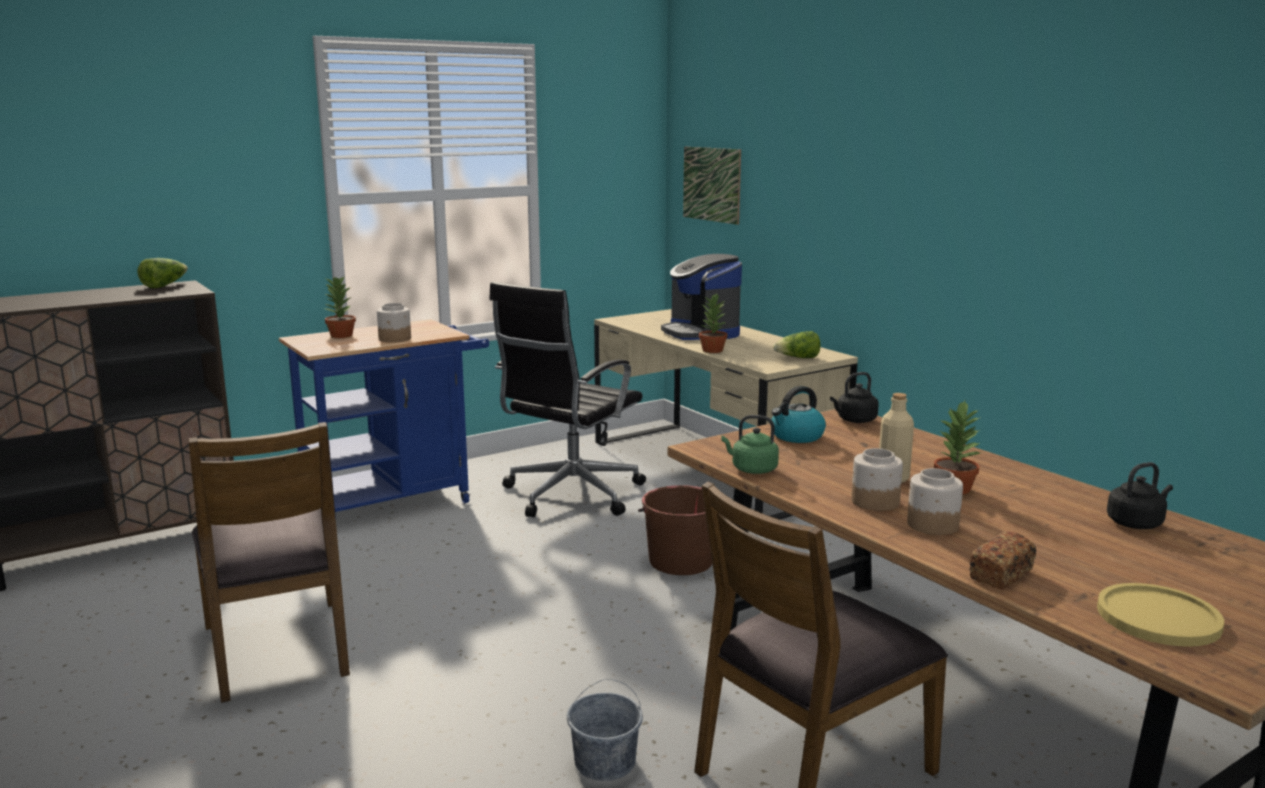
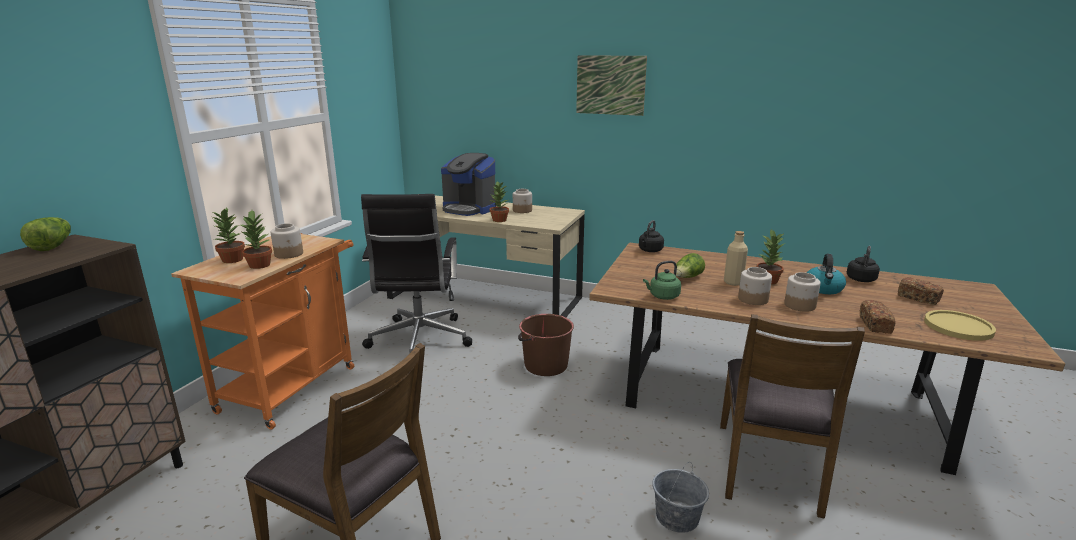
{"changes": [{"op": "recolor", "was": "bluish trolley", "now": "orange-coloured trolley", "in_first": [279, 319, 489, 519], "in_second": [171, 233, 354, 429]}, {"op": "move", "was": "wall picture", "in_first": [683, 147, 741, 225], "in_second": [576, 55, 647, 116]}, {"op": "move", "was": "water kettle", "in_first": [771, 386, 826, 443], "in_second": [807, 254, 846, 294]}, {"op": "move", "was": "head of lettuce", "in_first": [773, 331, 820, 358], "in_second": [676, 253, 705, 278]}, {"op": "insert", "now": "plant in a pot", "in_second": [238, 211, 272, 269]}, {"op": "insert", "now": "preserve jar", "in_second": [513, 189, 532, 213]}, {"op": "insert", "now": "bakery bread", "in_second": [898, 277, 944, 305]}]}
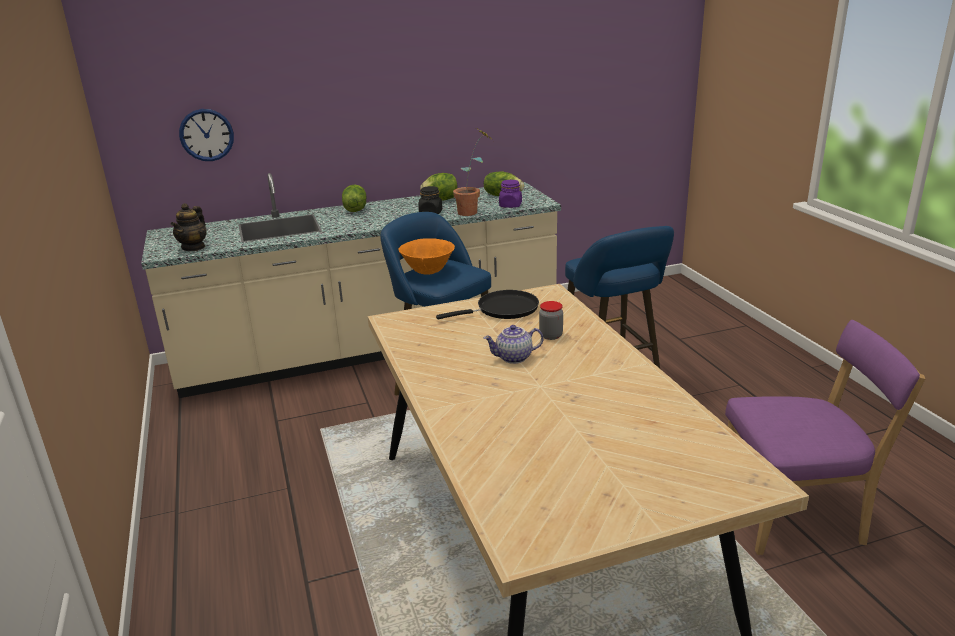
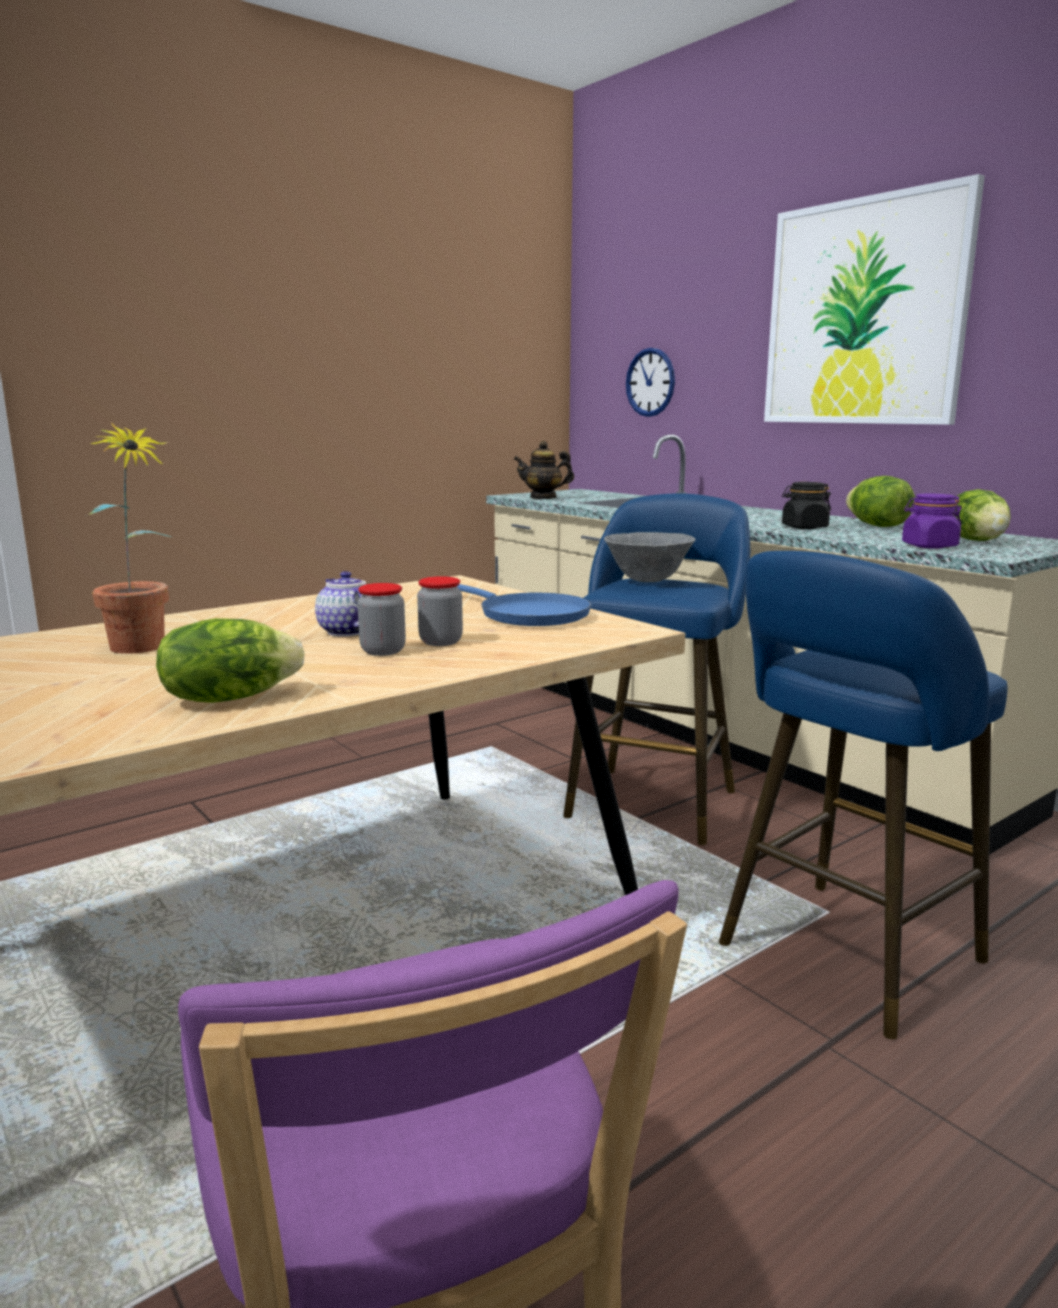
{"changes": [{"op": "move", "was": "head of lettuce", "in_first": [342, 185, 367, 212], "in_second": [156, 618, 305, 703]}, {"op": "recolor", "was": "orange-coloured serving bowl", "now": "greyish serving bowl", "in_first": [398, 238, 455, 274], "in_second": [604, 532, 696, 582]}, {"op": "recolor", "was": "black-coloured skillet", "now": "bluish skillet", "in_first": [436, 290, 539, 320], "in_second": [457, 584, 591, 626]}, {"op": "move", "was": "plant in a pot", "in_first": [453, 128, 491, 216], "in_second": [88, 423, 172, 654]}, {"op": "insert", "now": "preserve jar", "in_second": [357, 583, 406, 656]}, {"op": "insert", "now": "wall picture", "in_second": [764, 174, 985, 425]}]}
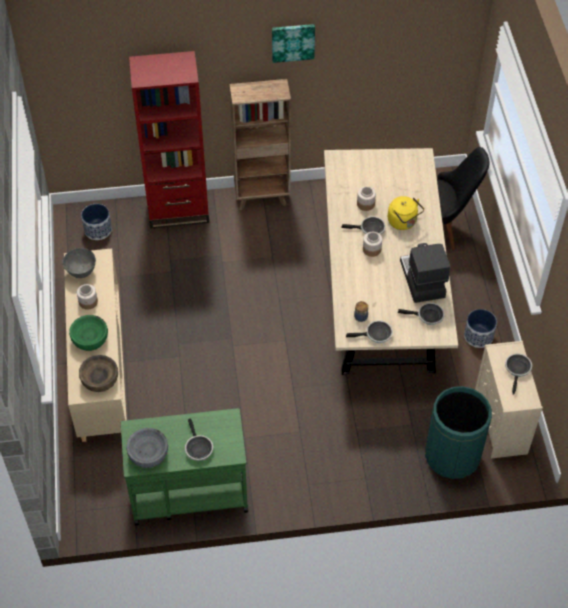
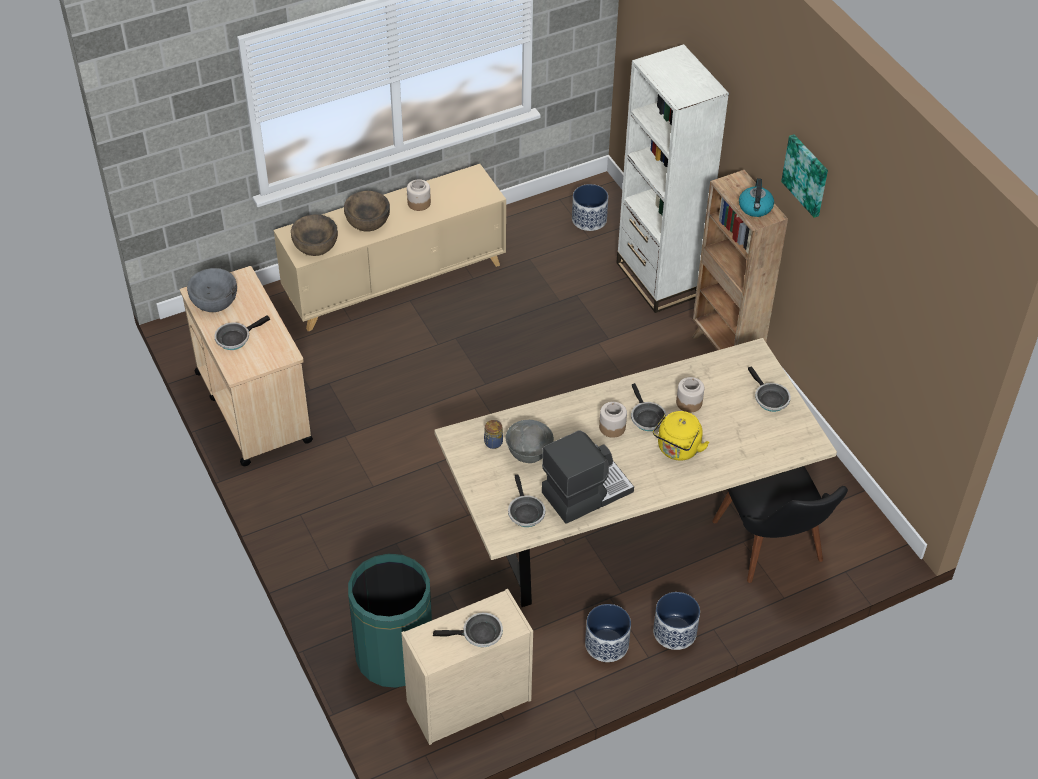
{"changes": [{"op": "move", "was": "greyish serving bowl", "in_first": [62, 248, 96, 278], "in_second": [506, 420, 554, 463]}, {"op": "recolor", "was": "green serving bowl", "now": "brown-coloured serving bowl", "in_first": [69, 315, 108, 351], "in_second": [344, 191, 390, 232]}, {"op": "recolor", "was": "green trolley", "now": "beige trolley", "in_first": [121, 408, 248, 525], "in_second": [180, 266, 313, 466]}, {"op": "recolor", "was": "red-coloured bookcase", "now": "white-coloured bookcase", "in_first": [129, 51, 209, 229], "in_second": [616, 44, 729, 313]}, {"op": "move", "was": "skillet", "in_first": [346, 320, 393, 343], "in_second": [748, 366, 791, 412]}, {"op": "insert", "now": "planter", "in_second": [653, 592, 700, 650]}, {"op": "insert", "now": "water kettle", "in_second": [739, 178, 774, 217]}]}
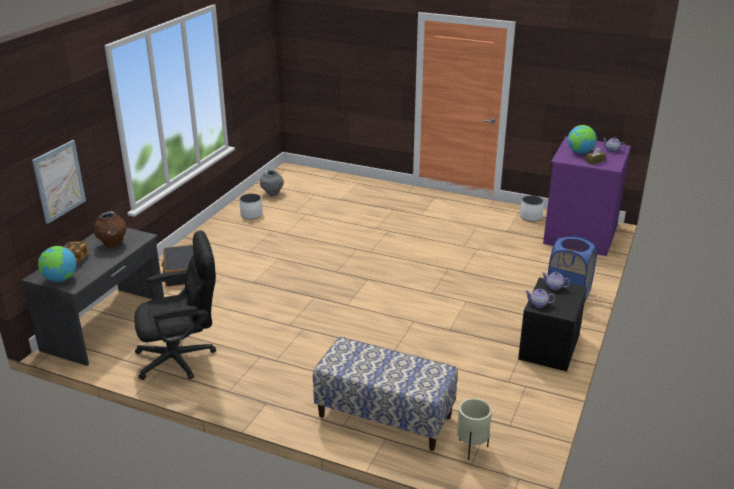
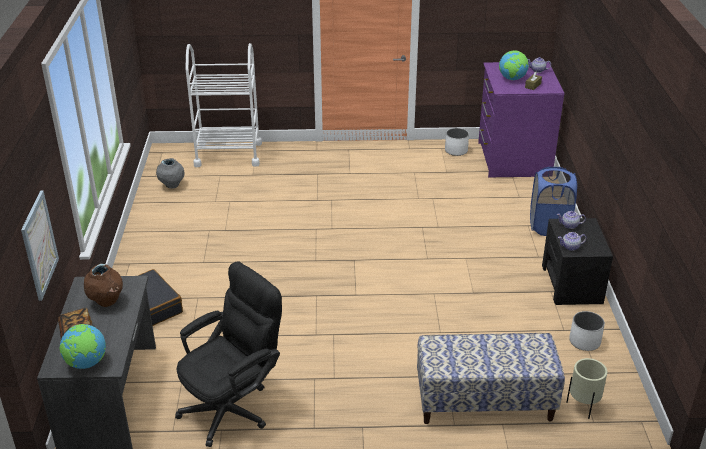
{"changes": [{"op": "move", "was": "white-coloured planter", "in_first": [239, 193, 263, 219], "in_second": [569, 311, 605, 351]}, {"op": "insert", "now": "white-coloured trolley", "in_second": [186, 43, 262, 167]}]}
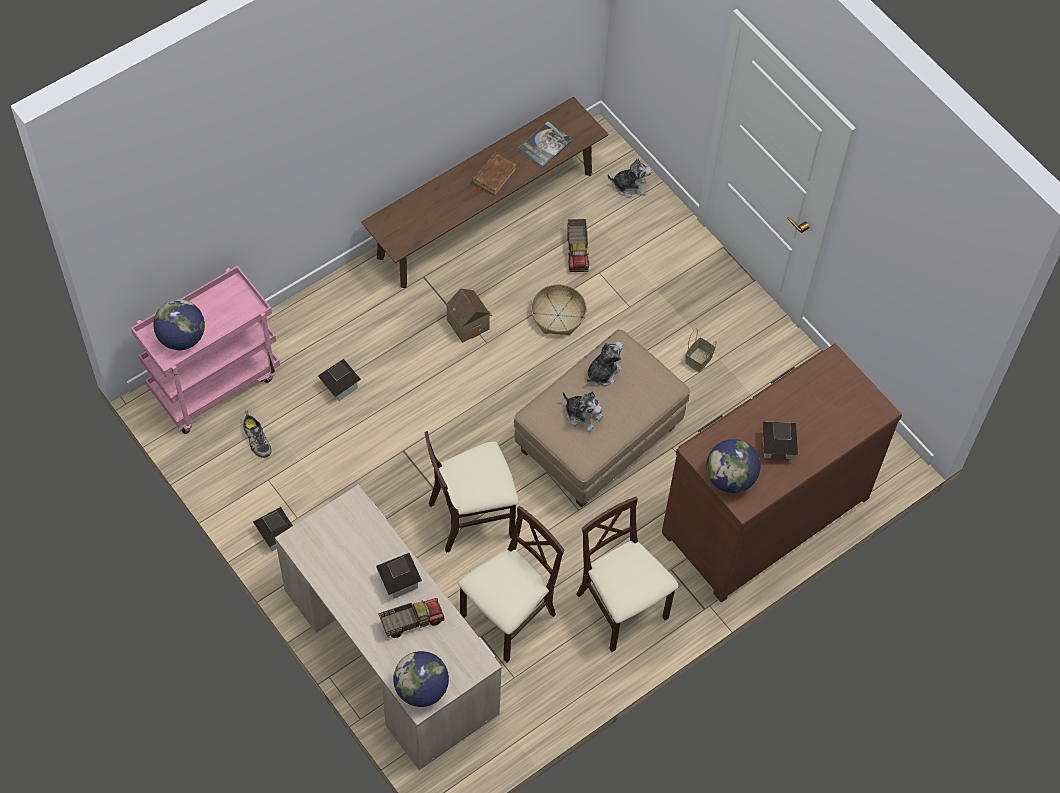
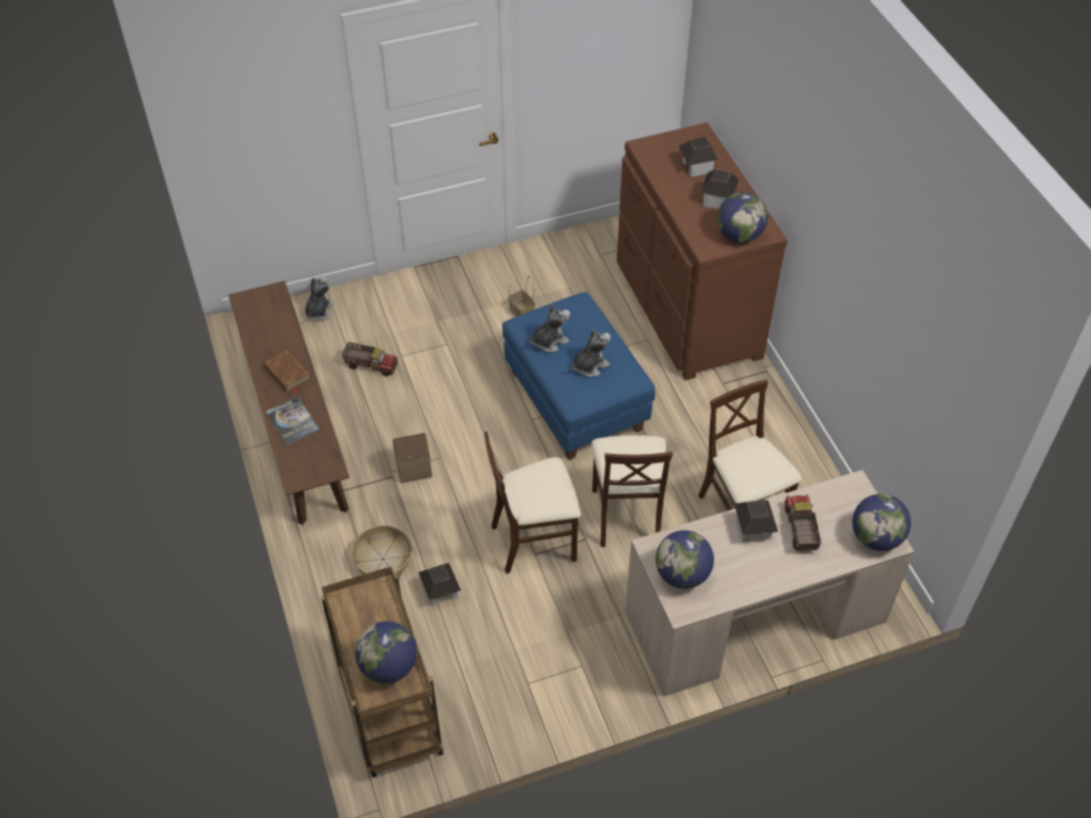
{"changes": [{"op": "recolor", "was": "pinkish trolley", "now": "brown-coloured trolley", "in_first": [131, 266, 280, 434], "in_second": [321, 567, 443, 778]}, {"op": "delete", "was": "shoe", "in_first": [243, 411, 272, 458]}, {"op": "move", "was": "model house", "in_first": [253, 507, 293, 551], "in_second": [679, 137, 719, 177]}, {"op": "recolor", "was": "beige pouffe", "now": "bluish pouffe", "in_first": [514, 329, 690, 508], "in_second": [502, 292, 655, 460]}, {"op": "move", "was": "book", "in_first": [518, 121, 573, 168], "in_second": [266, 397, 320, 445]}, {"op": "move", "was": "storage basket", "in_first": [531, 284, 587, 335], "in_second": [351, 525, 412, 578]}, {"op": "move", "was": "beige chair", "in_first": [577, 497, 679, 652], "in_second": [484, 431, 581, 574]}, {"op": "rotate", "was": "cuddly toy", "in_first": [587, 342, 623, 386], "in_second": [528, 305, 570, 352], "clockwise": 90}, {"op": "insert", "now": "desk globe", "in_second": [656, 530, 714, 589]}]}
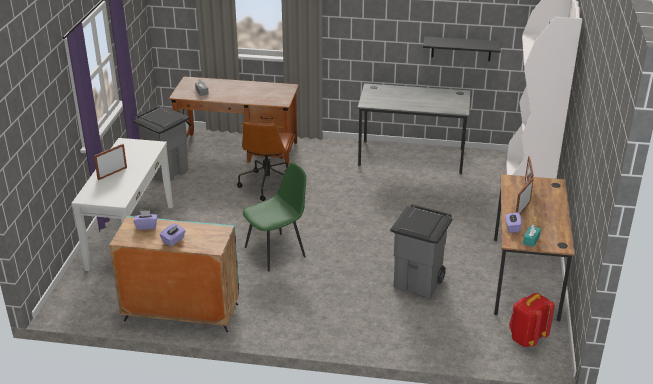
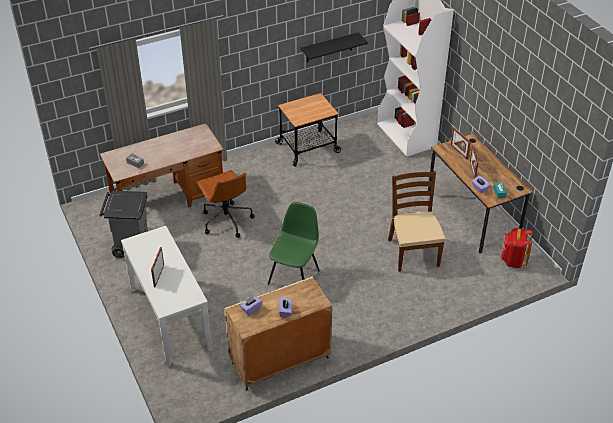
{"changes": [{"op": "recolor", "was": "blue-green cabinet", "now": "beige cabinet", "in_first": [109, 216, 239, 332], "in_second": [225, 276, 332, 391]}, {"op": "replace", "was": "greyish desk", "now": "trolley", "in_first": [358, 83, 470, 174], "in_second": [275, 93, 341, 167]}, {"op": "replace", "was": "greyish trash can", "now": "brown-coloured chair", "in_first": [390, 204, 453, 298], "in_second": [387, 171, 445, 272]}]}
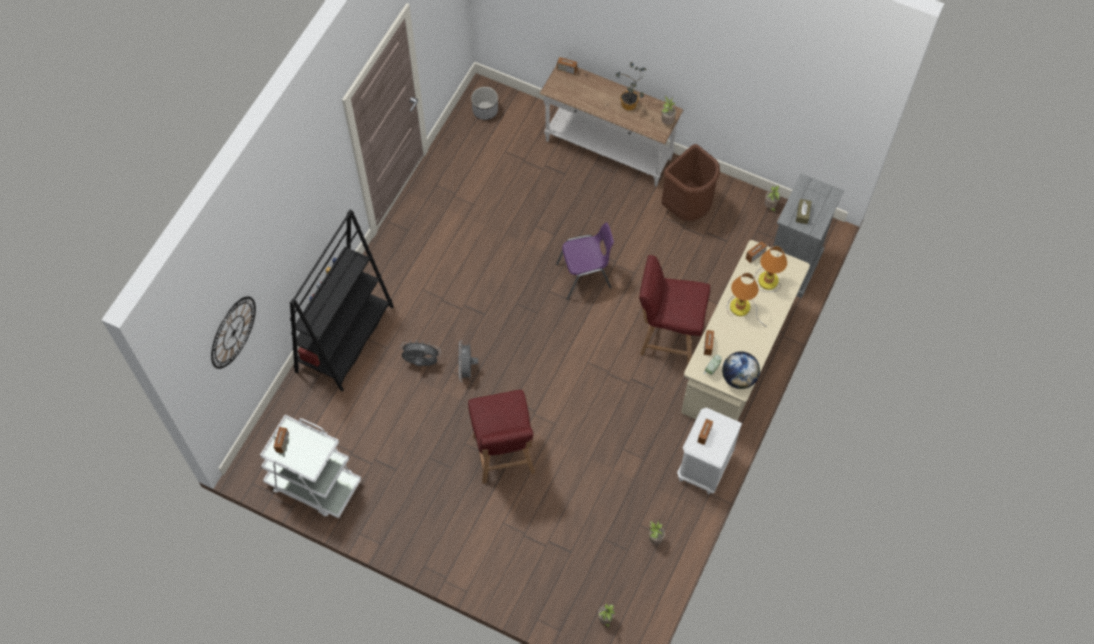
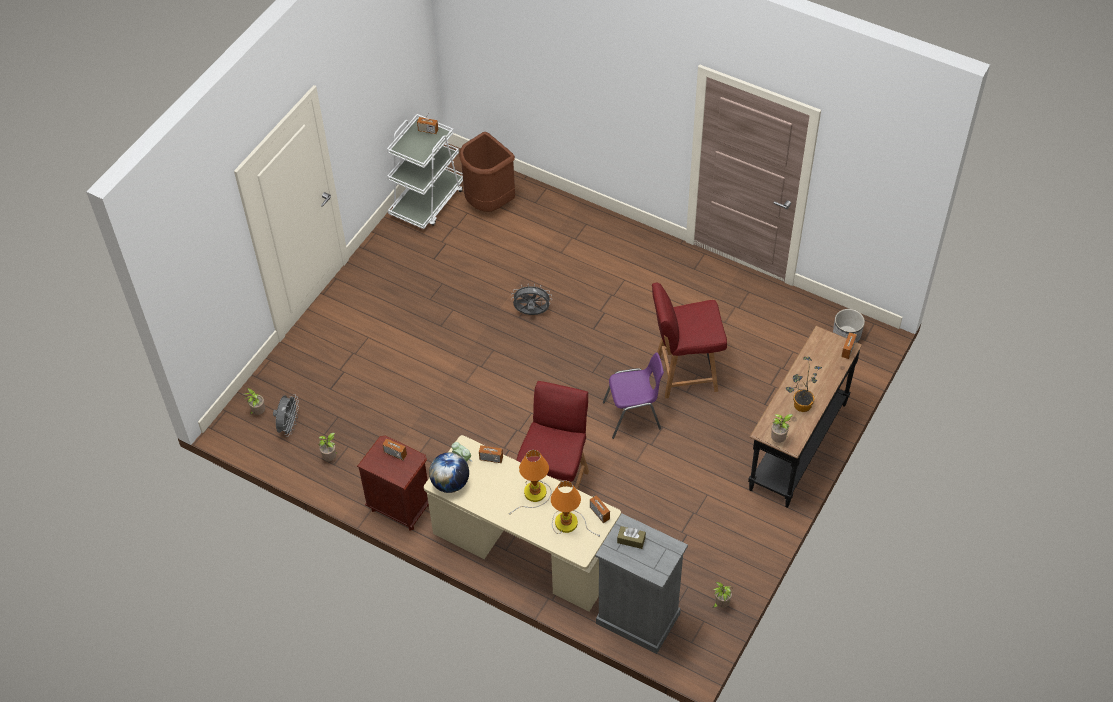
{"changes": [{"op": "delete", "was": "clock on the wall", "in_first": [211, 296, 256, 369]}, {"op": "delete", "was": "black-coloured bookcase", "in_first": [290, 210, 394, 391]}, {"op": "move", "was": "greyish electric fan", "in_first": [400, 340, 441, 366], "in_second": [273, 394, 299, 437]}, {"op": "move", "was": "red-coloured chair", "in_first": [468, 390, 535, 484], "in_second": [652, 283, 727, 398]}, {"op": "recolor", "was": "white-coloured narrow table", "now": "black-coloured narrow table", "in_first": [539, 65, 683, 186], "in_second": [748, 326, 862, 508]}, {"op": "rotate", "was": "purplish chair", "in_first": [556, 222, 614, 300], "in_second": [603, 353, 664, 439], "clockwise": -90}, {"op": "move", "was": "brown-coloured trash can", "in_first": [661, 144, 720, 221], "in_second": [459, 132, 515, 212]}, {"op": "recolor", "was": "white-coloured night table", "now": "brown-coloured night table", "in_first": [677, 407, 742, 494], "in_second": [357, 435, 429, 531]}]}
